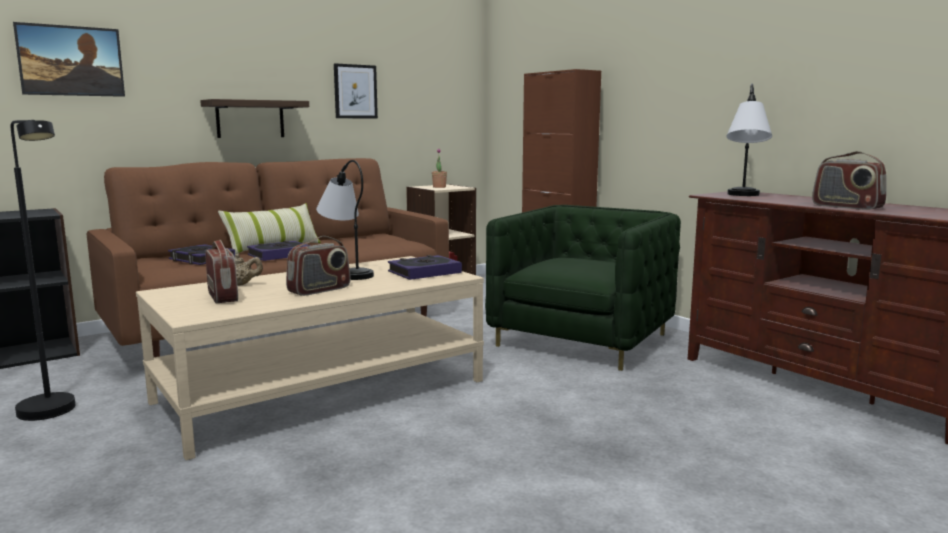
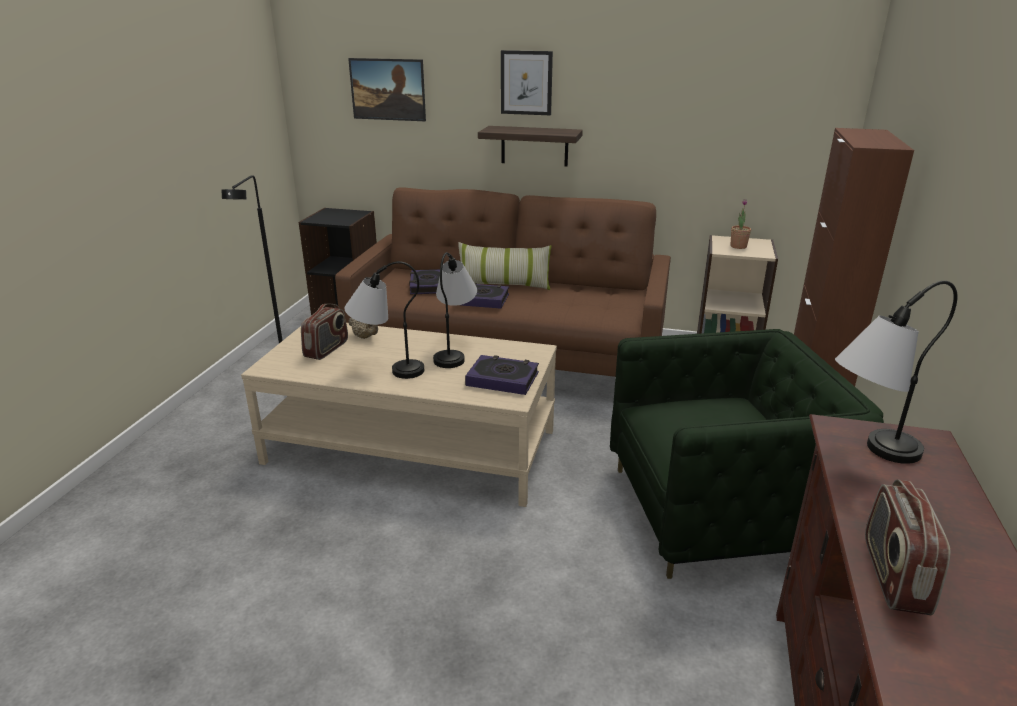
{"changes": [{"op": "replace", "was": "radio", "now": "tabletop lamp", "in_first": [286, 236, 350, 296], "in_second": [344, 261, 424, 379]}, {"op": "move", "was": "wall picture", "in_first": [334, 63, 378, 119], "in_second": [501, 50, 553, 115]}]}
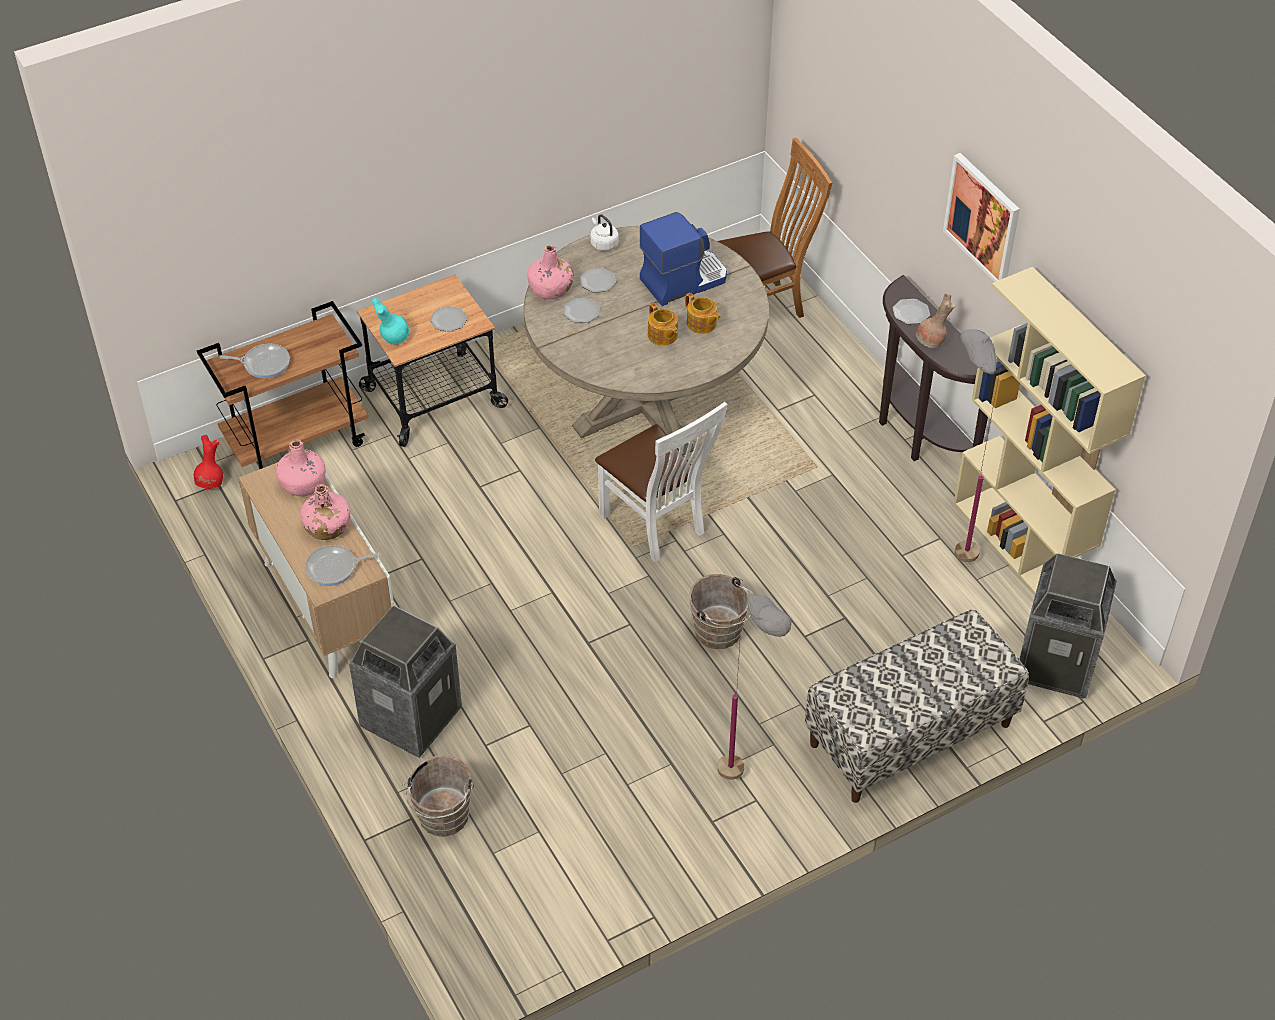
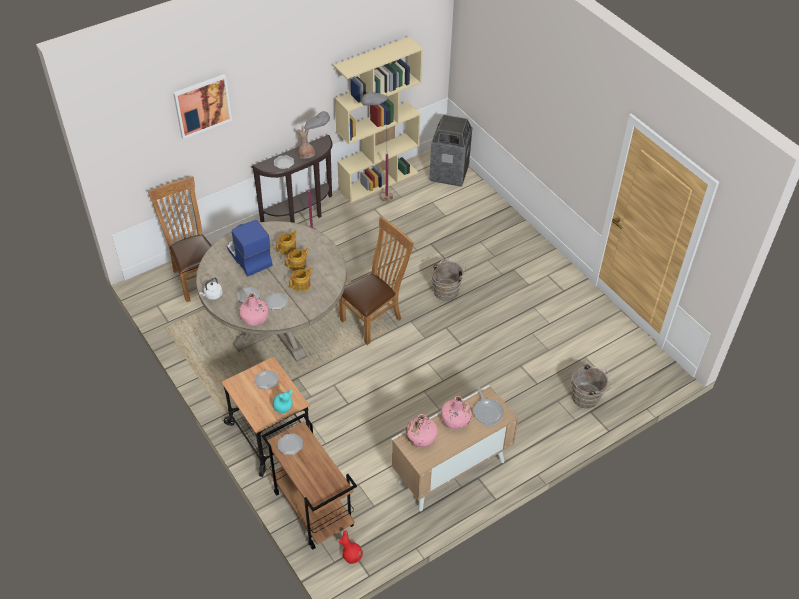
{"changes": [{"op": "delete", "was": "skillet", "in_first": [220, 344, 290, 378]}, {"op": "delete", "was": "trash can", "in_first": [349, 605, 462, 758]}, {"op": "recolor", "was": "white-coloured chair", "now": "brown-coloured chair", "in_first": [595, 402, 728, 562], "in_second": [339, 216, 414, 345]}, {"op": "move", "was": "greyish floor lamp", "in_first": [718, 594, 791, 780], "in_second": [304, 111, 330, 231]}, {"op": "delete", "was": "bench", "in_first": [805, 609, 1029, 803]}, {"op": "move", "was": "wall picture", "in_first": [943, 153, 1020, 282], "in_second": [173, 74, 232, 139]}, {"op": "insert", "now": "flat dish", "in_second": [278, 434, 303, 455]}, {"op": "insert", "now": "teapot", "in_second": [289, 267, 313, 292]}]}
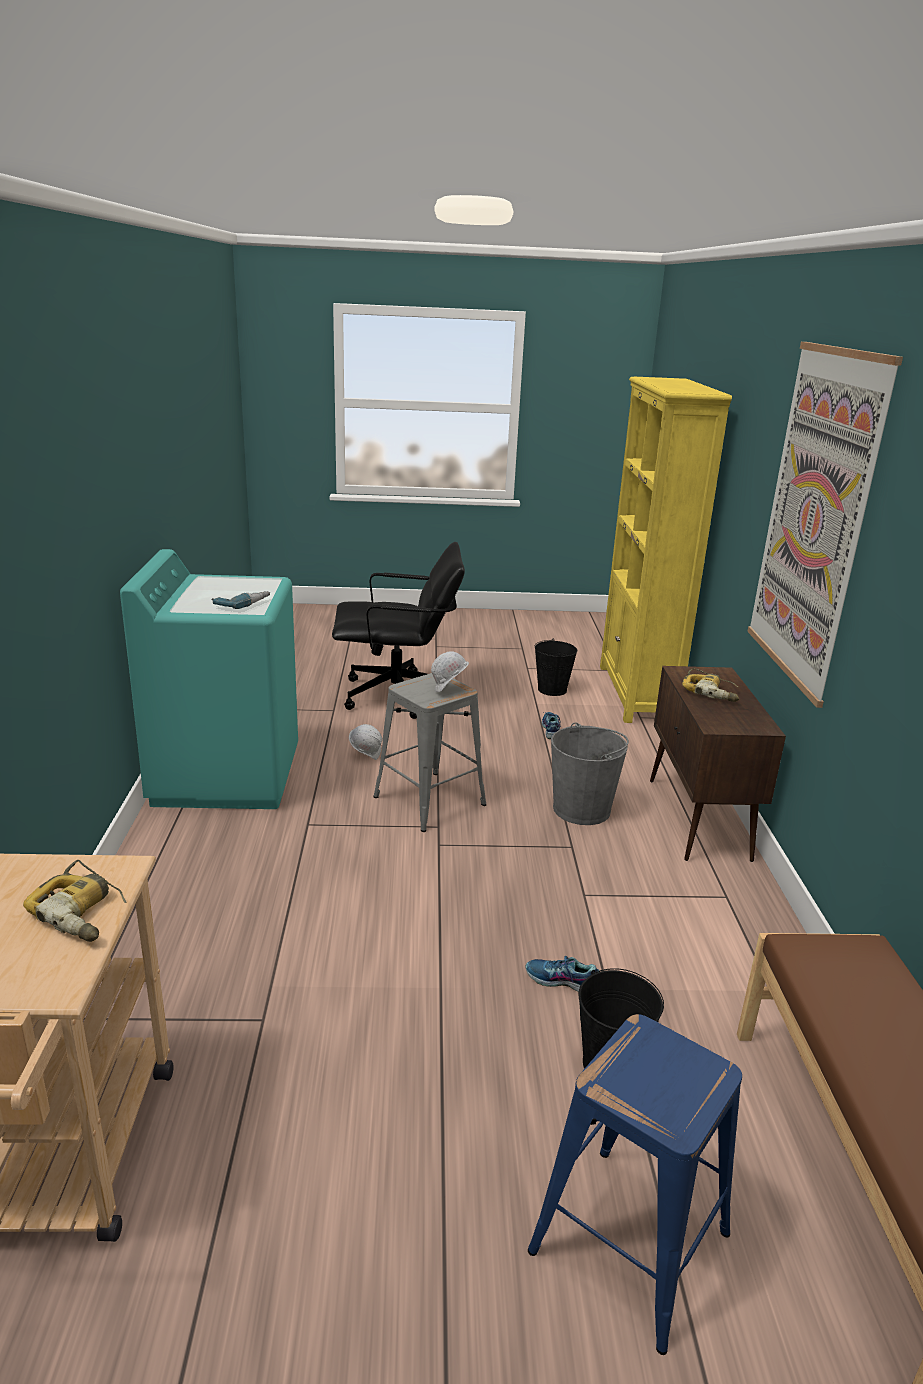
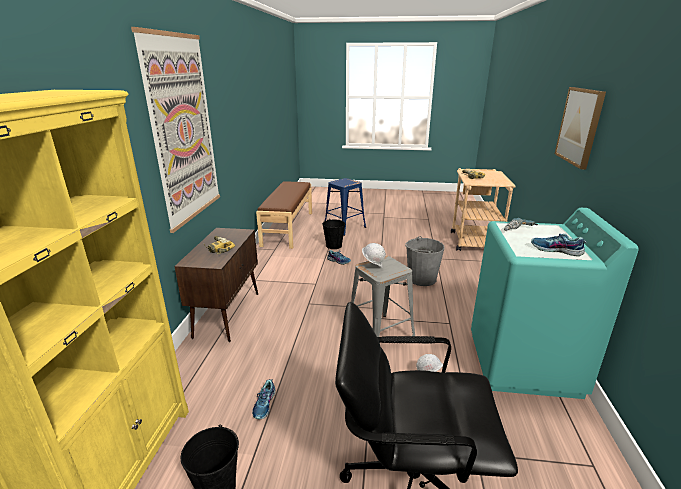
{"changes": [{"op": "move", "was": "greyish pail", "in_first": [551, 722, 629, 825], "in_second": [405, 236, 445, 286]}, {"op": "insert", "now": "shoe", "in_second": [531, 234, 587, 256]}, {"op": "insert", "now": "wall picture", "in_second": [555, 87, 606, 169]}]}
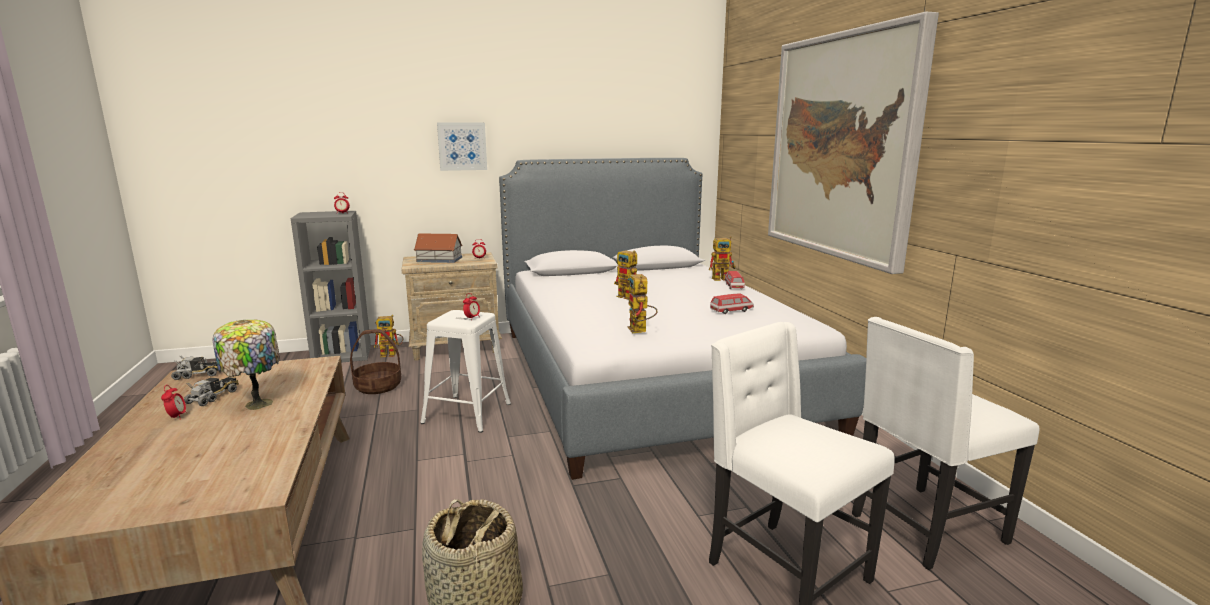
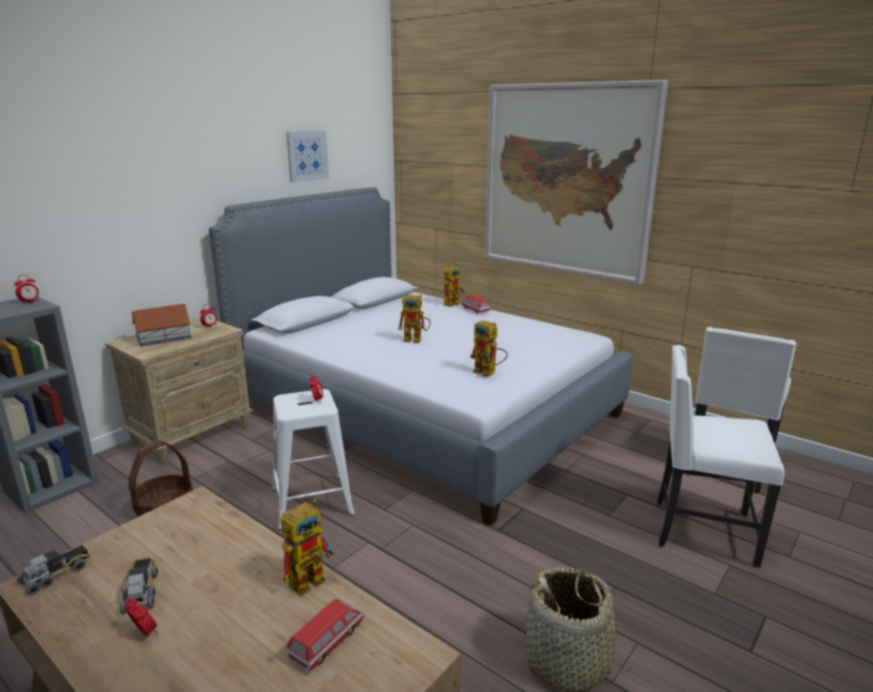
{"changes": [{"op": "delete", "was": "tabletop lamp", "in_first": [213, 320, 280, 410]}, {"op": "move", "was": "toy robot", "in_first": [374, 315, 403, 357], "in_second": [281, 499, 335, 596]}, {"op": "move", "was": "wall picture", "in_first": [437, 123, 487, 171], "in_second": [286, 131, 329, 182]}, {"op": "move", "was": "model car", "in_first": [710, 294, 754, 314], "in_second": [286, 599, 365, 673]}]}
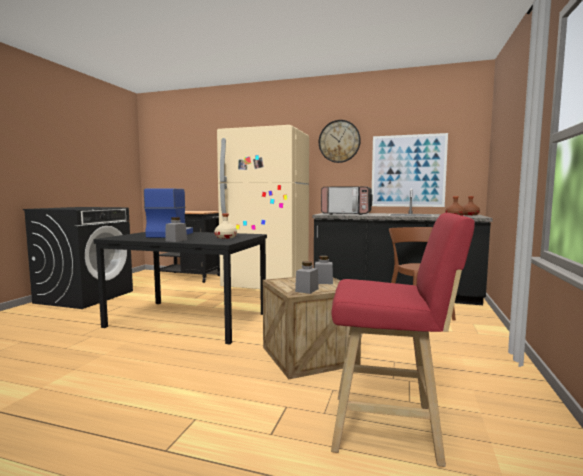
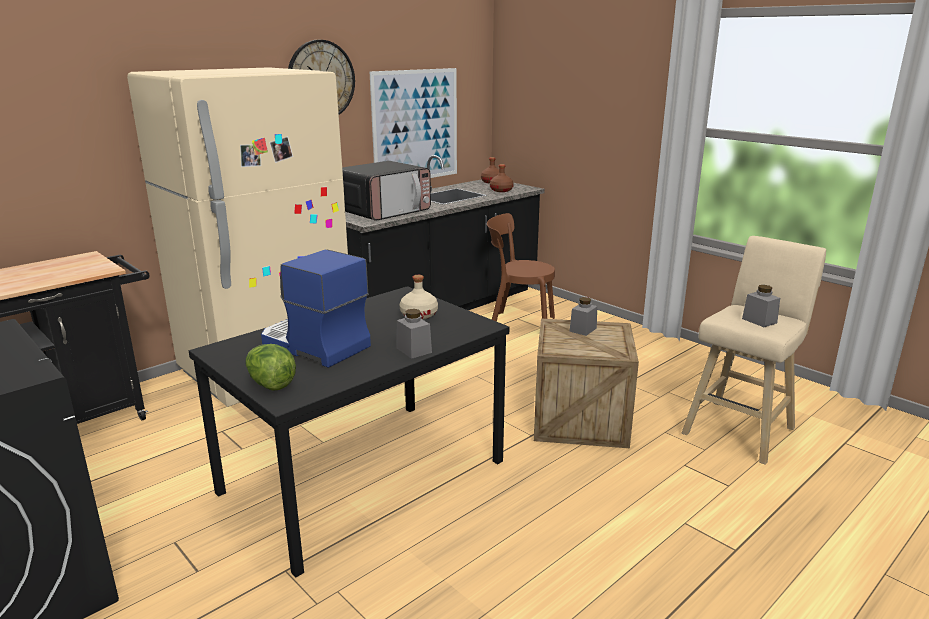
{"changes": [{"op": "move", "was": "greyish preserve jar", "in_first": [295, 261, 319, 294], "in_second": [742, 285, 780, 327]}, {"op": "recolor", "was": "red-coloured stool", "now": "beige stool", "in_first": [331, 213, 475, 467], "in_second": [682, 236, 826, 465]}, {"op": "insert", "now": "head of lettuce", "in_second": [245, 344, 296, 391]}]}
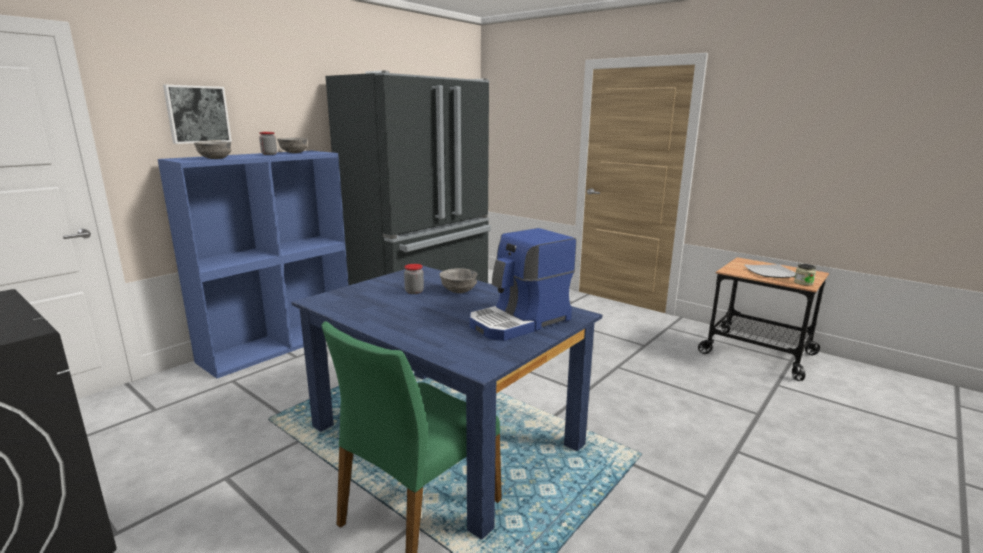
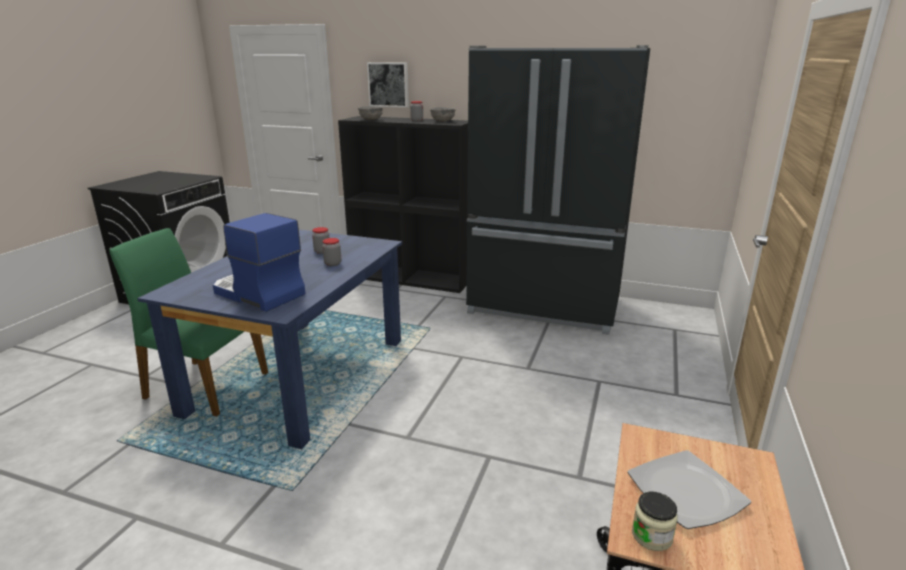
{"changes": [{"op": "recolor", "was": "bluish bookcase", "now": "black-coloured bookcase", "in_first": [158, 151, 349, 378], "in_second": [338, 116, 468, 293]}, {"op": "replace", "was": "greyish serving bowl", "now": "preserve jar", "in_first": [439, 268, 477, 293], "in_second": [322, 238, 341, 266]}]}
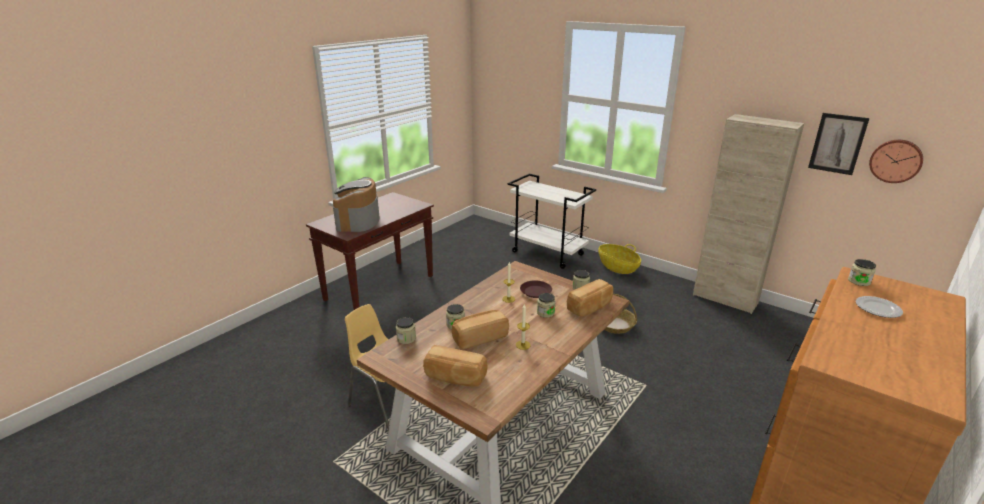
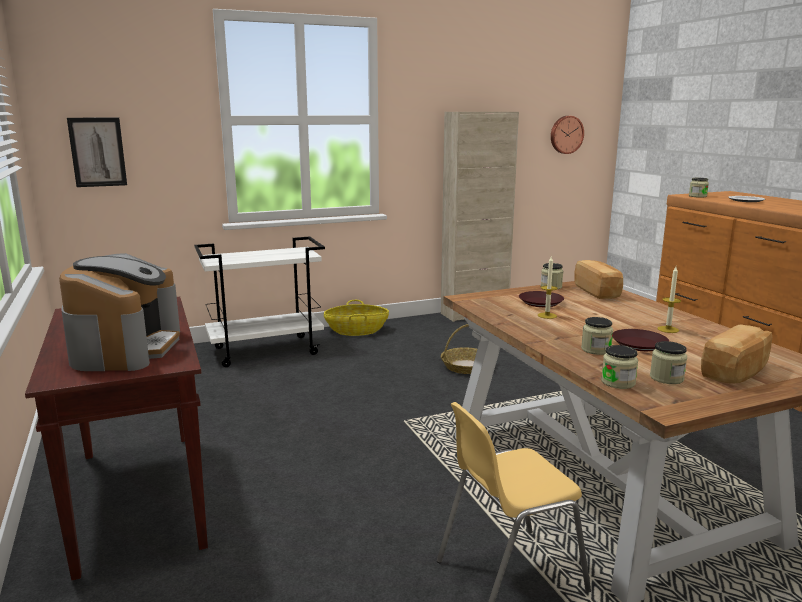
{"changes": [{"op": "rotate", "was": "coffee machine", "in_first": [333, 177, 380, 232], "in_second": [59, 253, 180, 371], "clockwise": -120}, {"op": "replace", "was": "bakery bread", "now": "brown-coloured flat dish", "in_first": [452, 310, 509, 349], "in_second": [613, 329, 669, 351]}, {"op": "move", "was": "preserve jar", "in_first": [537, 293, 556, 318], "in_second": [650, 341, 687, 384]}, {"op": "move", "was": "wall picture", "in_first": [808, 113, 870, 175], "in_second": [67, 117, 127, 187]}]}
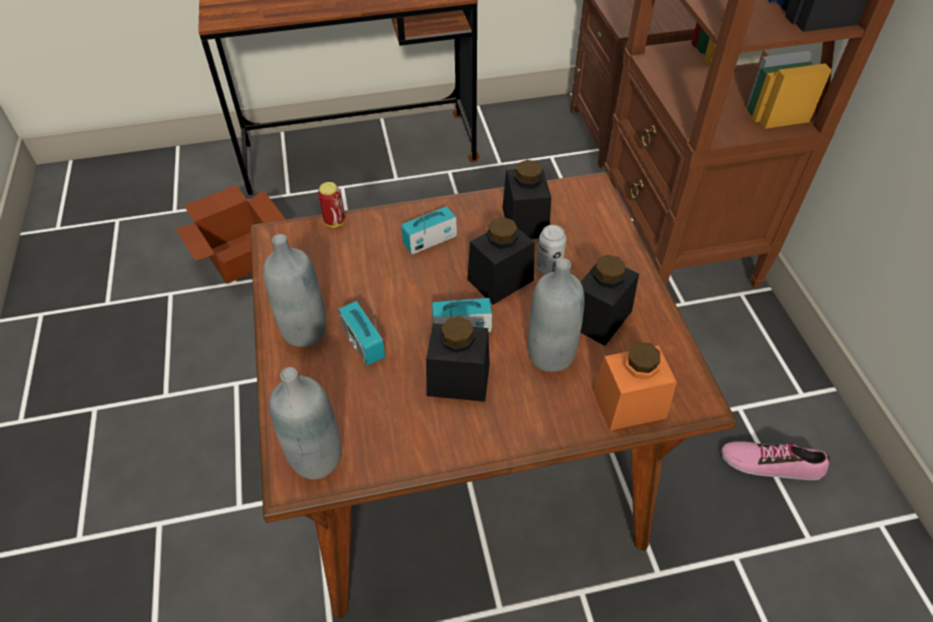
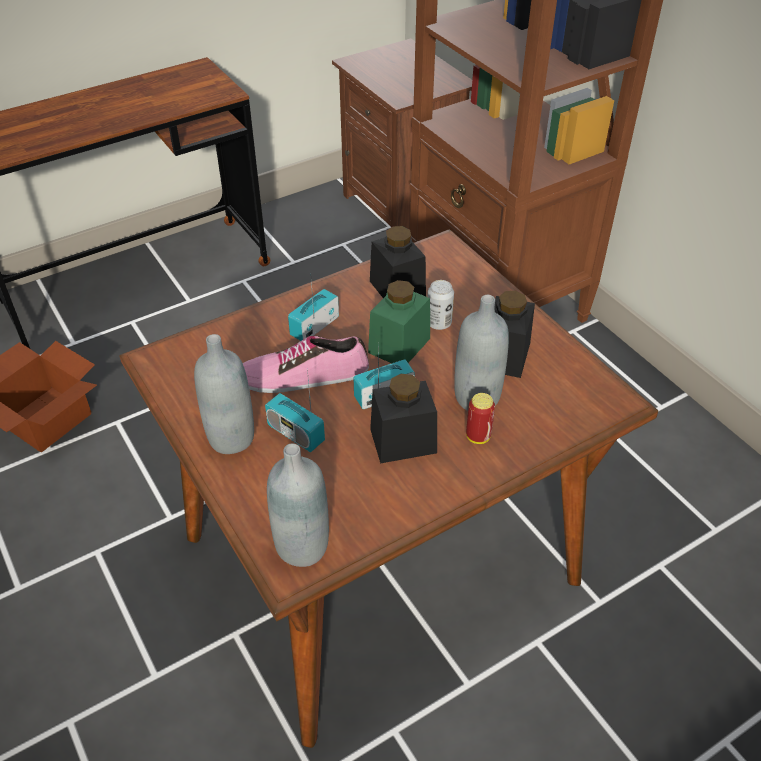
{"changes": [{"op": "move", "was": "metal can", "in_first": [318, 182, 345, 228], "in_second": [466, 393, 495, 444]}, {"op": "recolor", "was": "black-coloured preserve jar", "now": "green preserve jar", "in_first": [467, 217, 535, 305], "in_second": [368, 280, 430, 363]}, {"op": "delete", "was": "orange-coloured preserve jar", "in_first": [593, 342, 677, 431]}, {"op": "move", "was": "shoe", "in_first": [721, 441, 830, 480], "in_second": [243, 336, 369, 393]}]}
